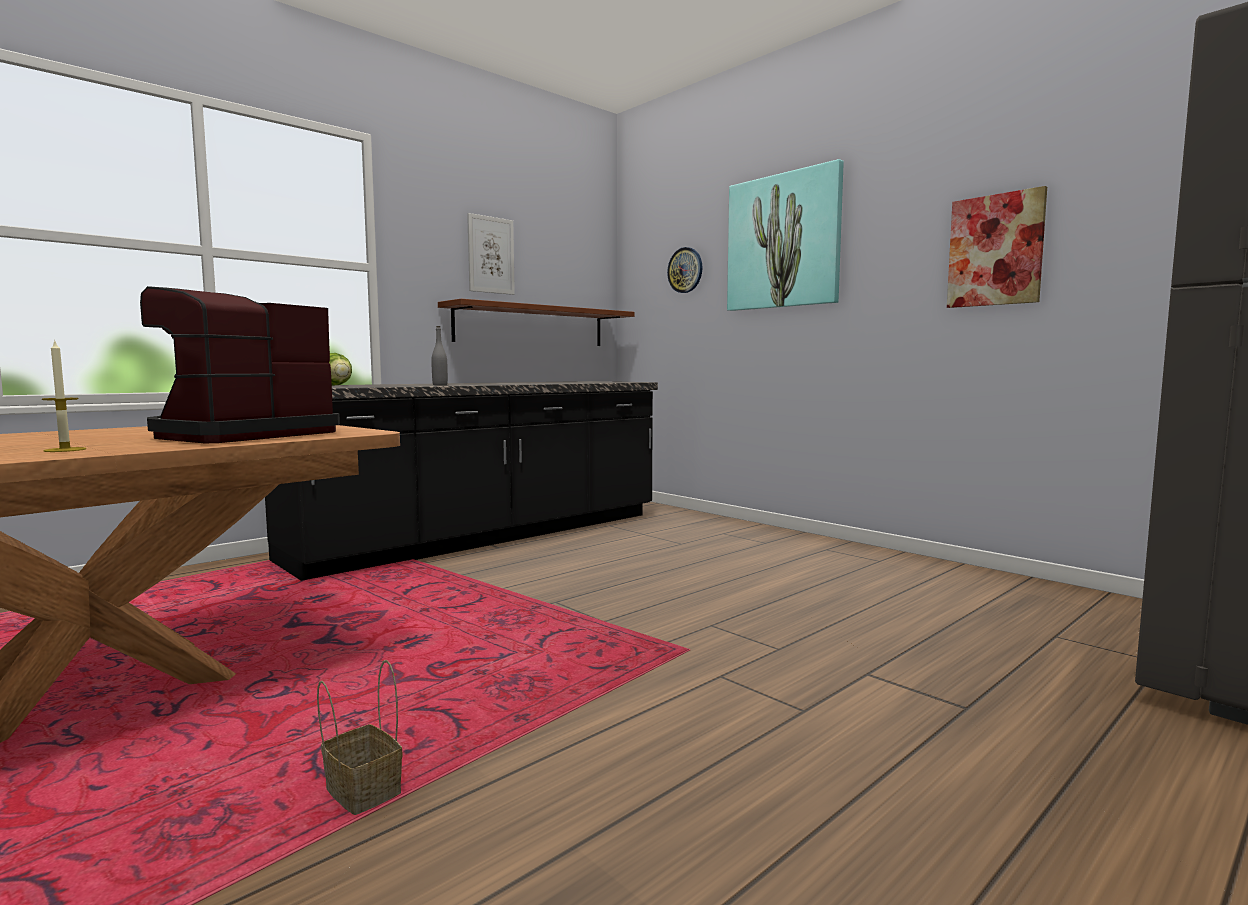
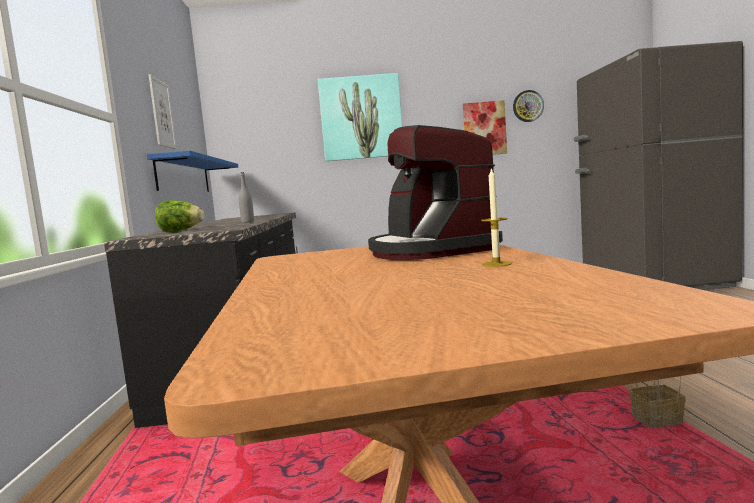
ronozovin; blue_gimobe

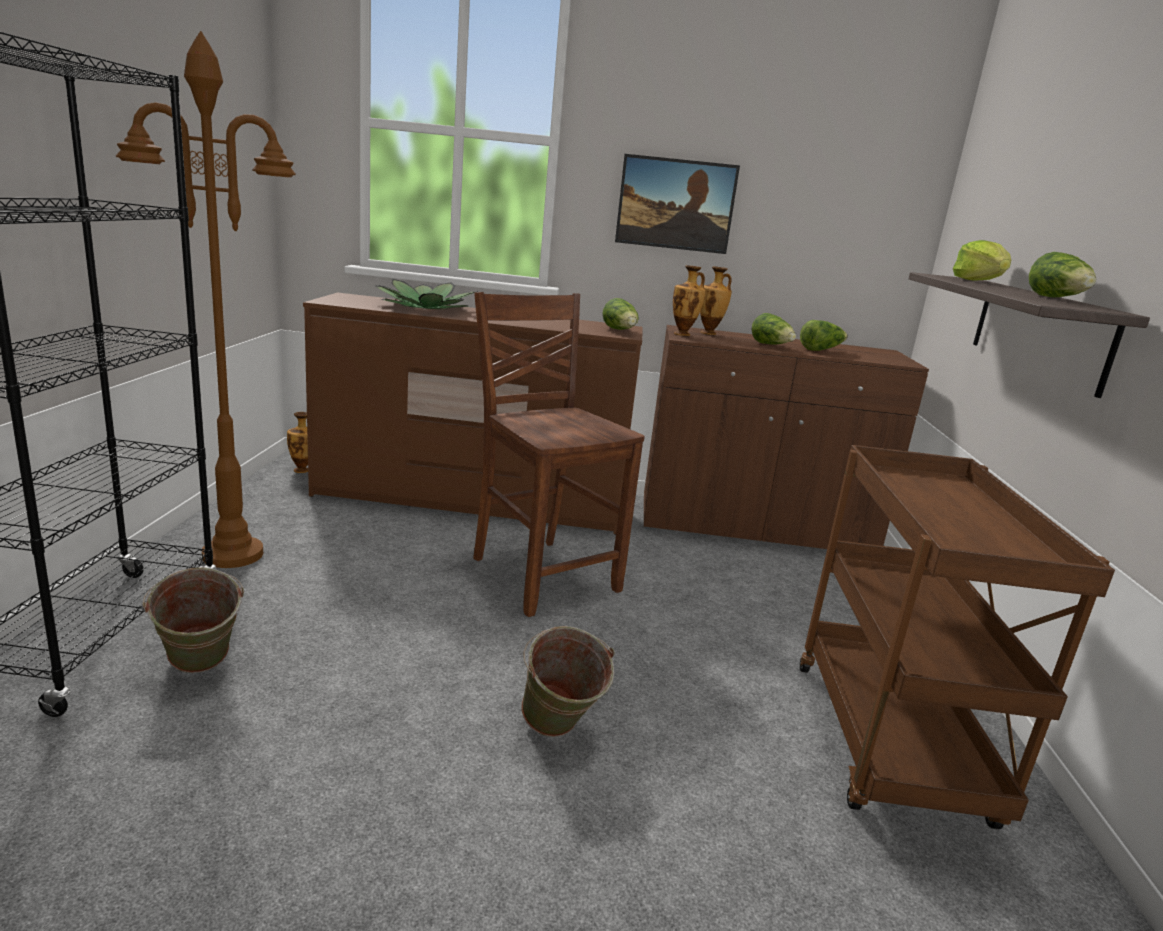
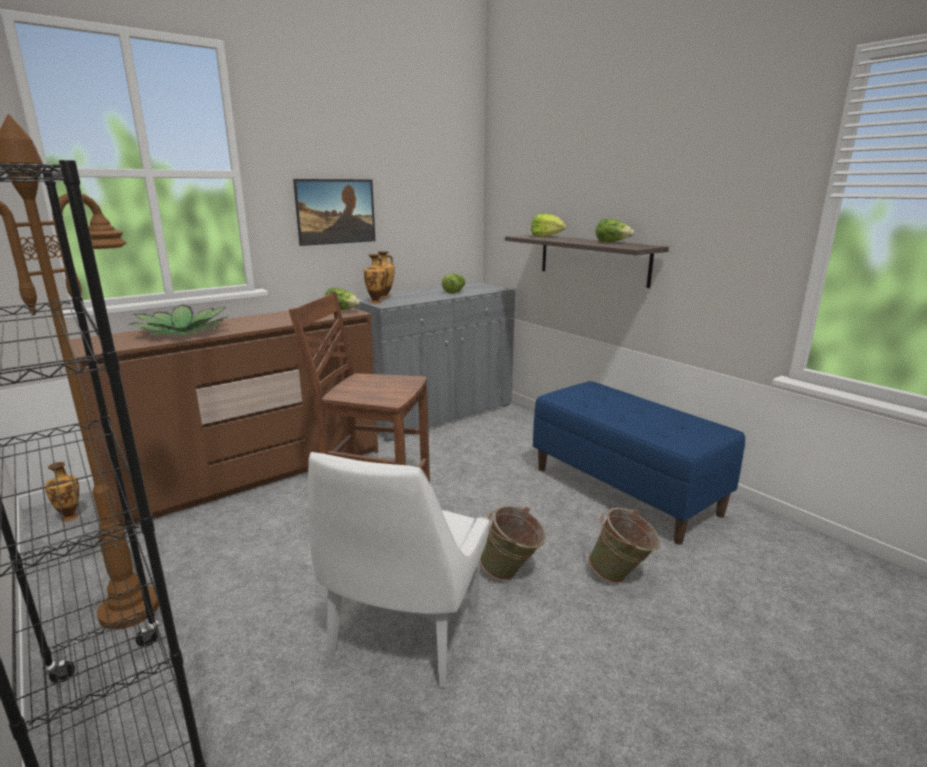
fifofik (2nd from left in the first image); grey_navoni; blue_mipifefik; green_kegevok (2nd from left); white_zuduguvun

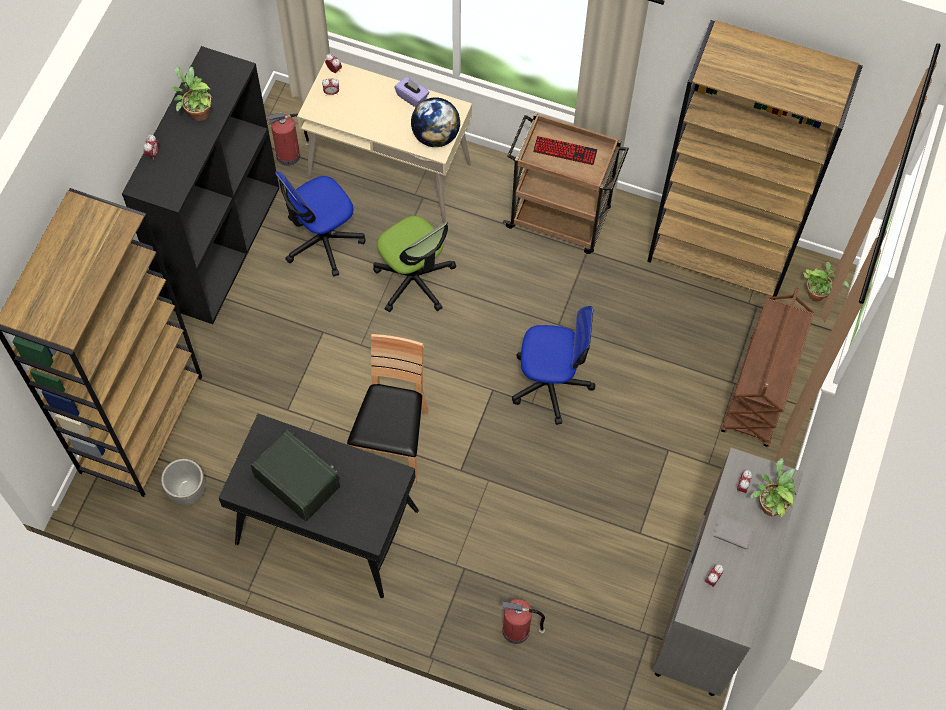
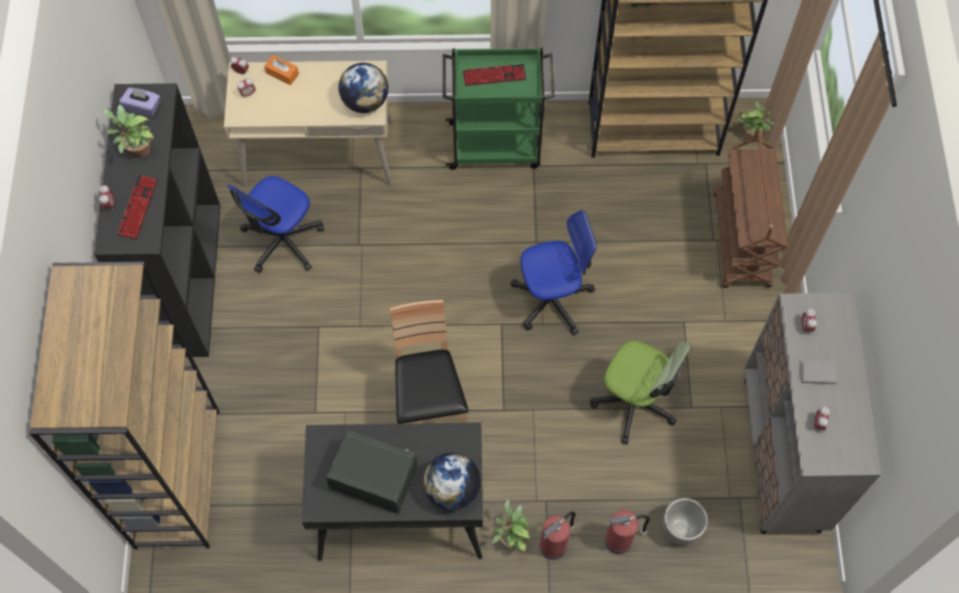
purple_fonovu; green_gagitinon; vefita (1st from left); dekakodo (3rd from left); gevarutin (2nd from left); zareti; orange_fonovu; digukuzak (1st from left); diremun (2nd from left)

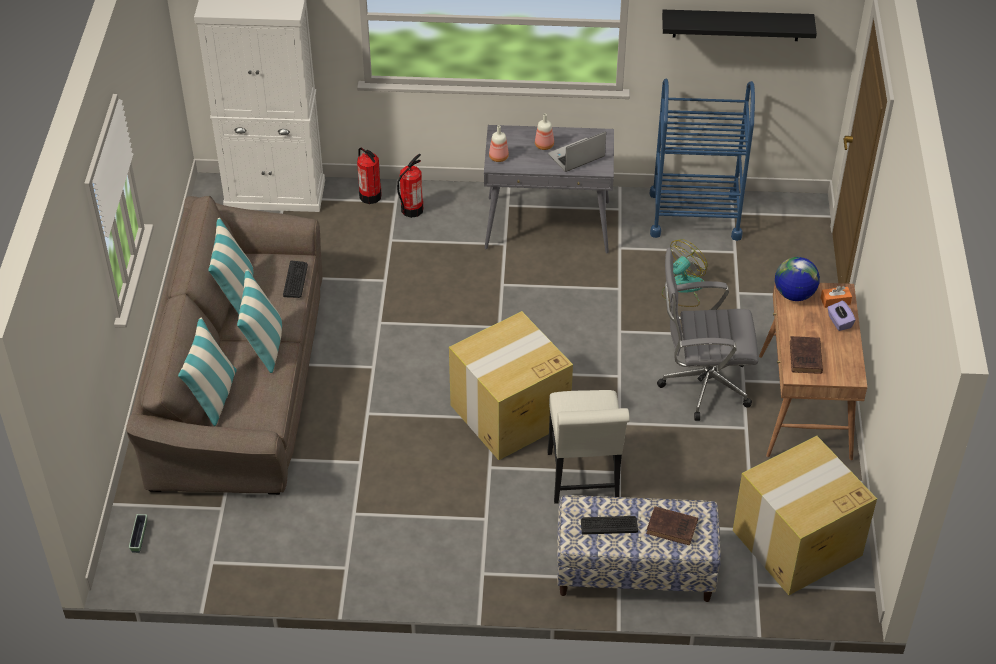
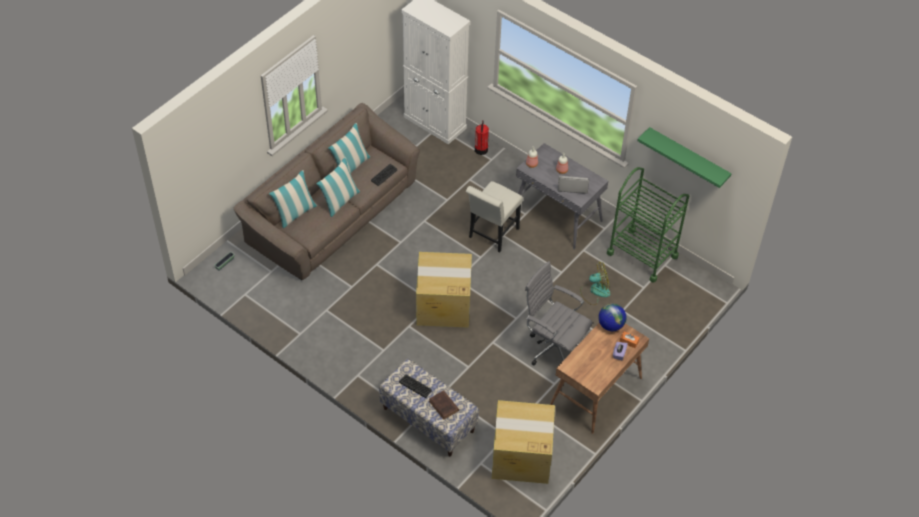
green_gimobe; green_gagitinon; vefita (2nd from left in the first image); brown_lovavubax (2nd from left in the first image); white_zuduguvun

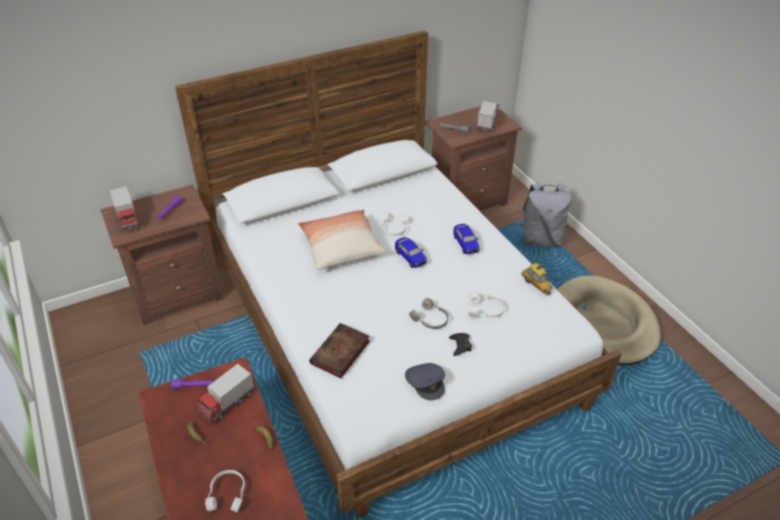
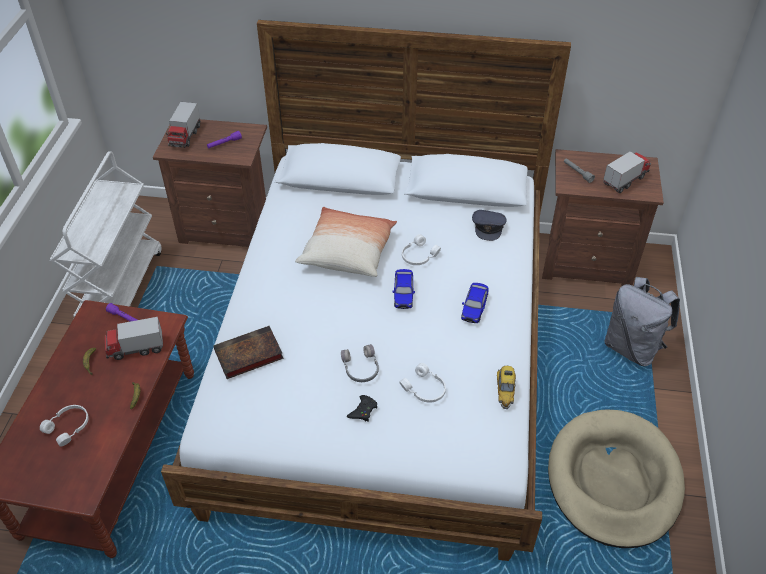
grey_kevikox; white_gagitinon

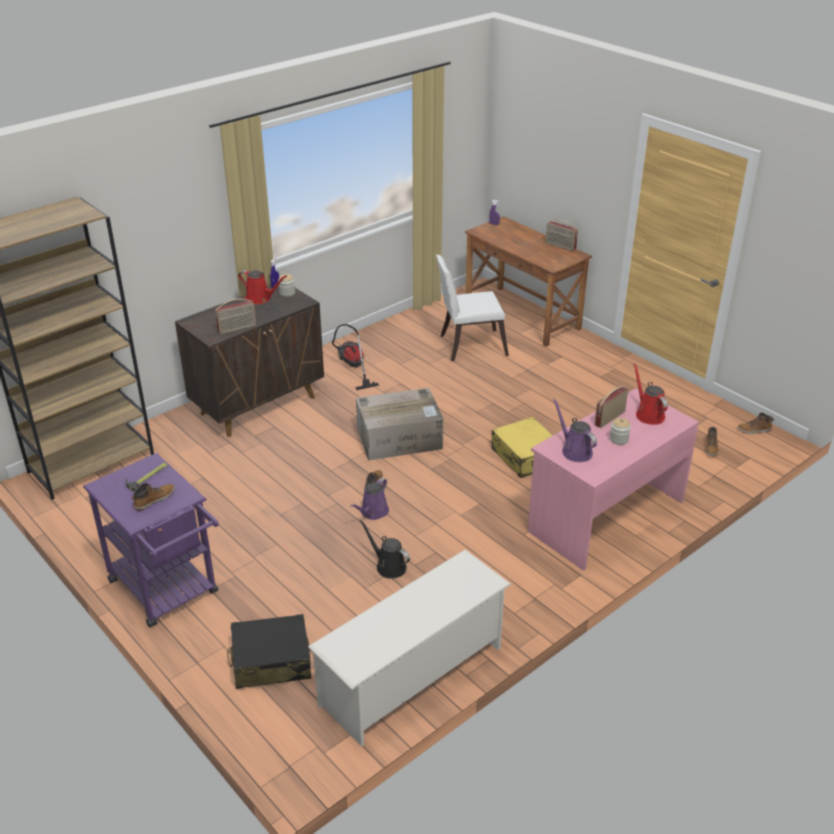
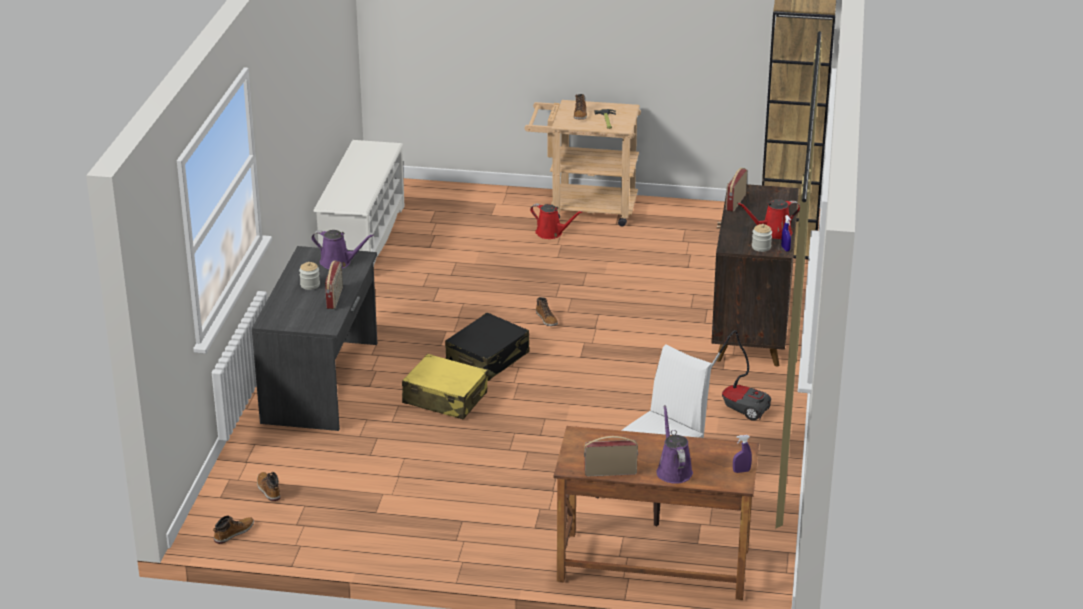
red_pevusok (1st from left); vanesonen; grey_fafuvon; beige_gagitinon; purple_pevusok (2nd from left); black_pevusok; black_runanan

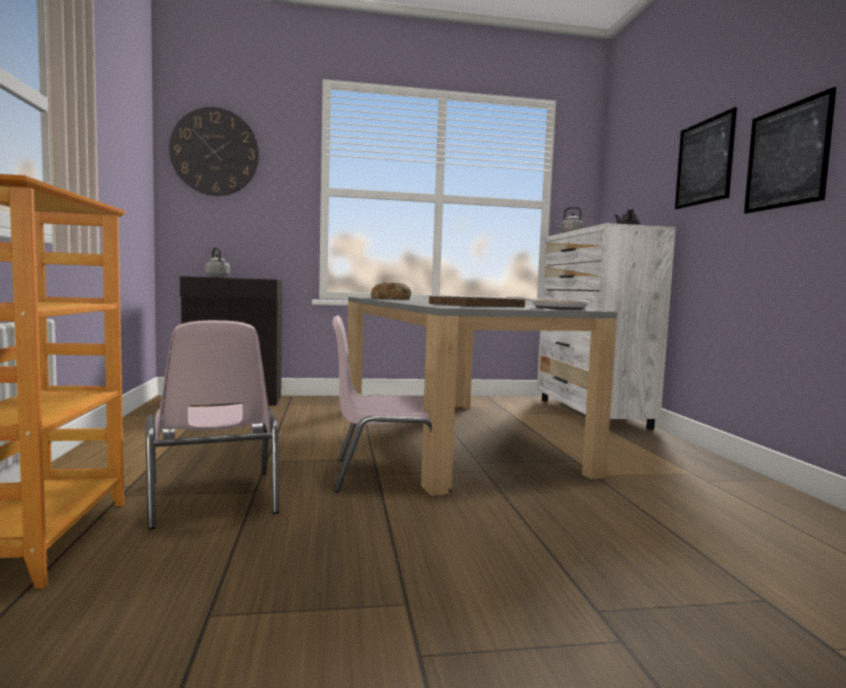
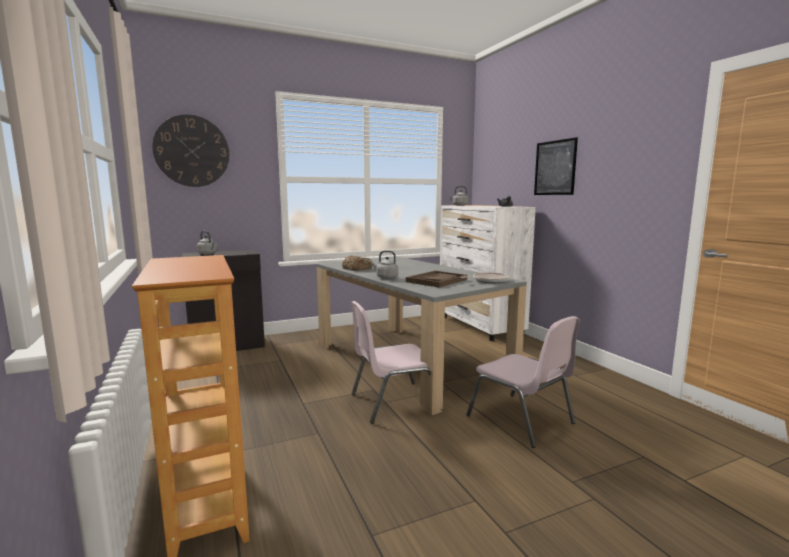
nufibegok (2nd from left in the first image); pink_zuduguvun (2nd from left); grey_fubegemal (2nd from left)

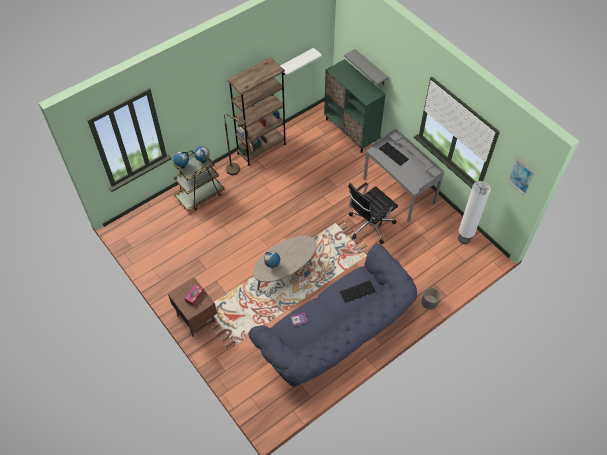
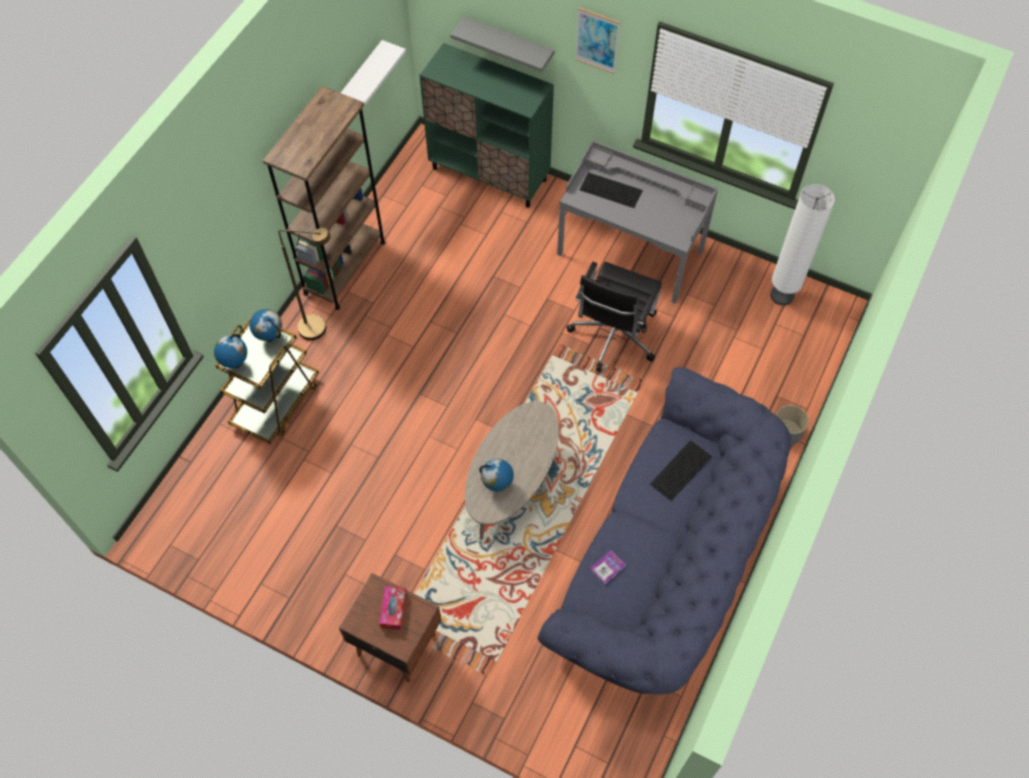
nufibegok

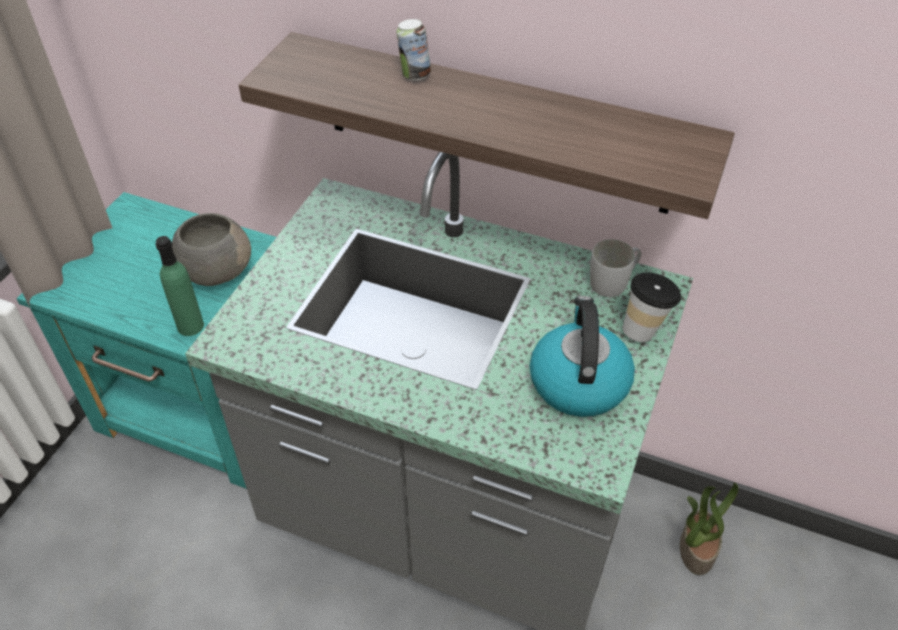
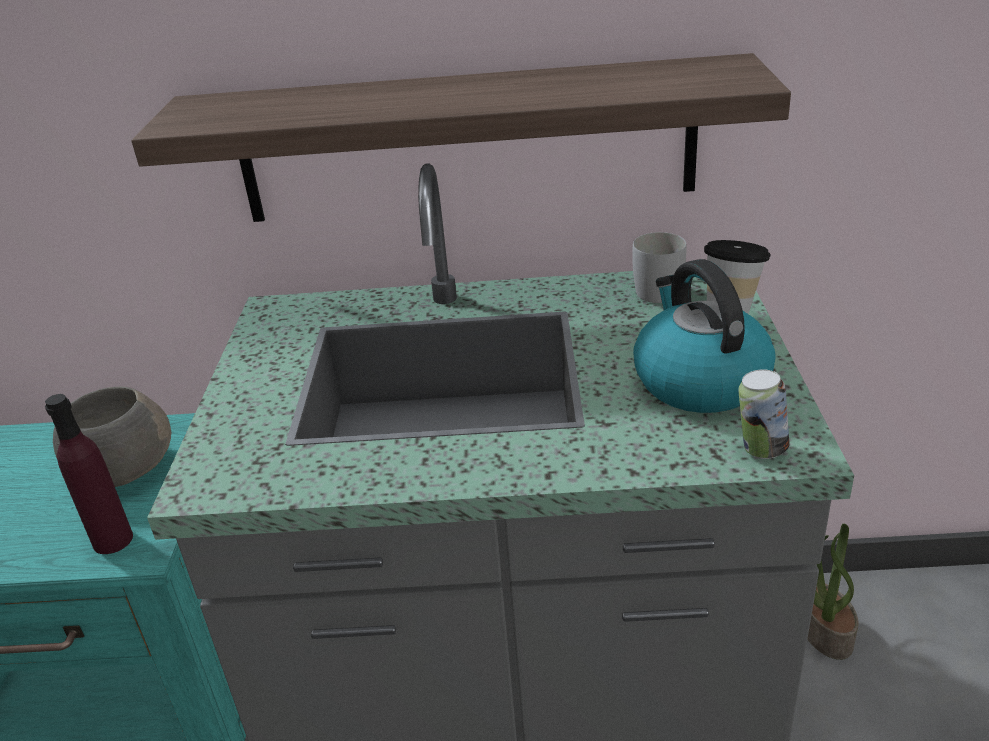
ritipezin; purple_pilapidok

